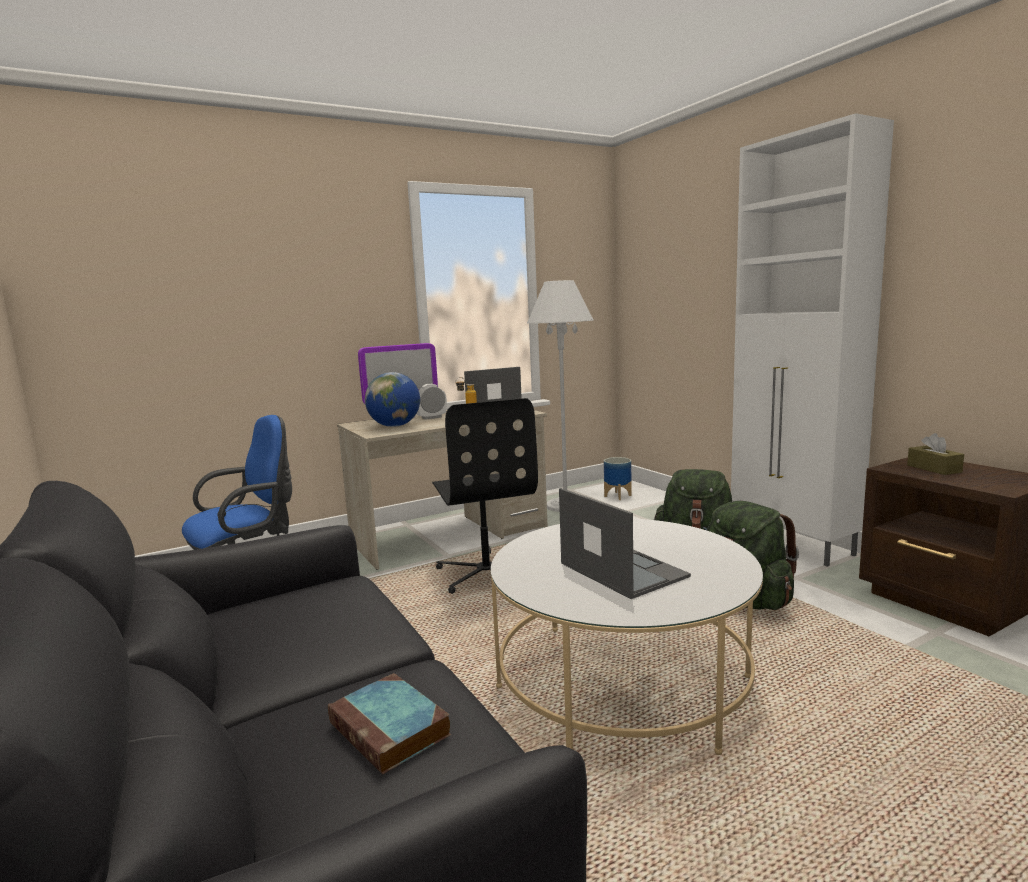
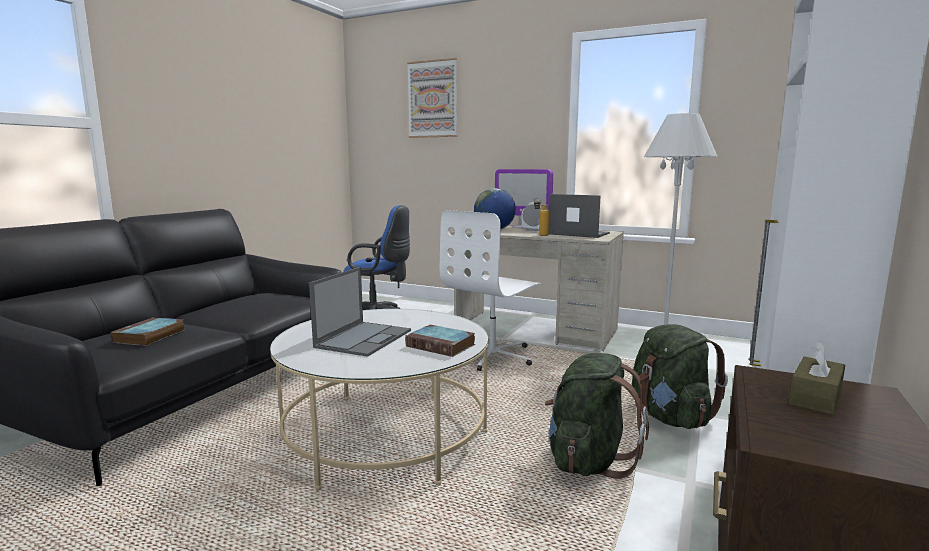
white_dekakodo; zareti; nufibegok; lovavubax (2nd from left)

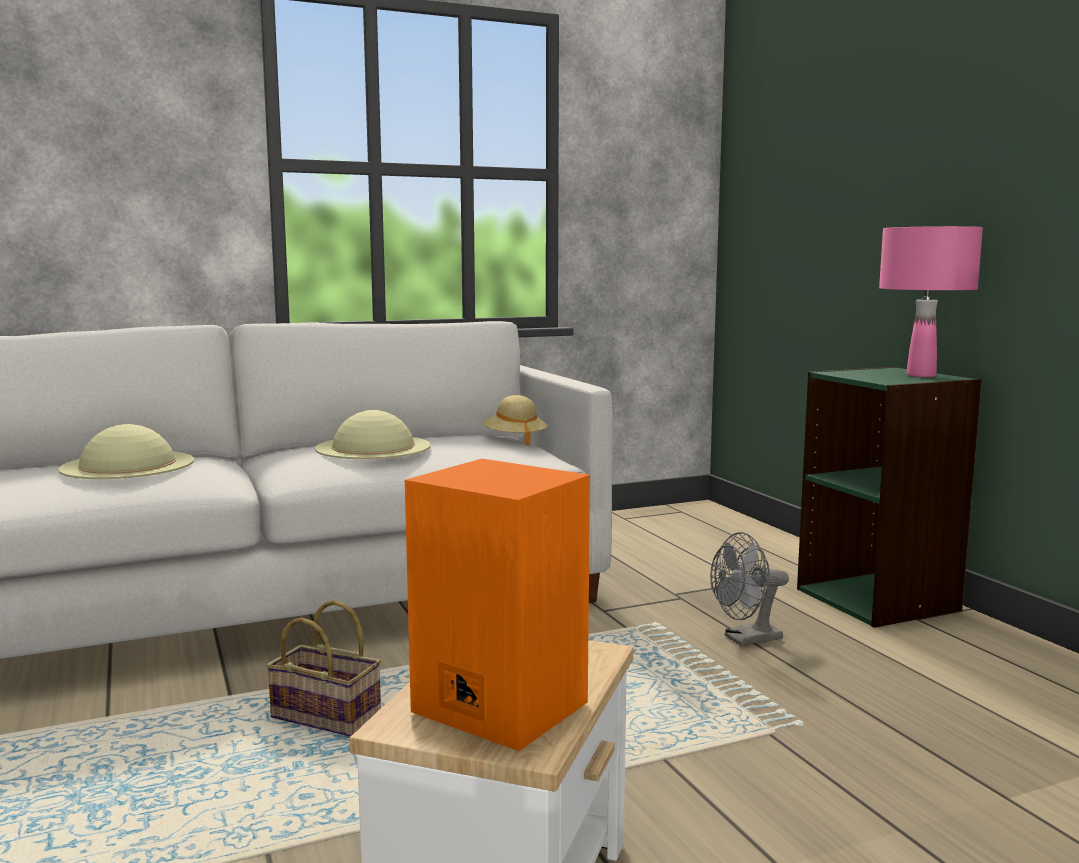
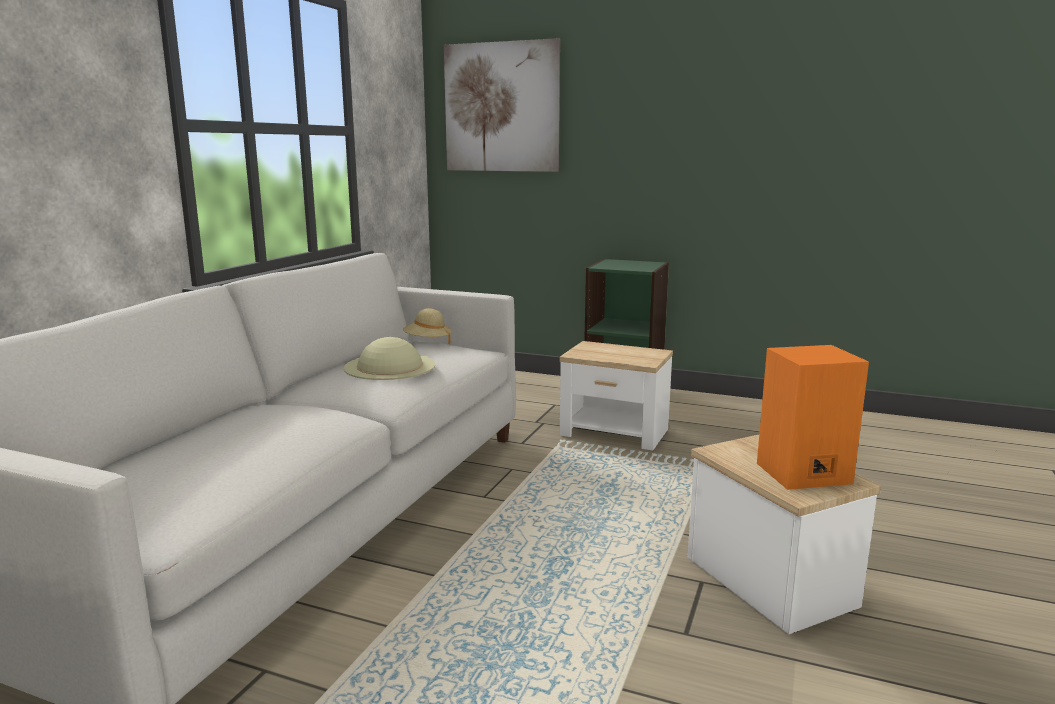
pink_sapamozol; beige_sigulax (1st from left in the first image); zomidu (1st from left); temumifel; nufibegok

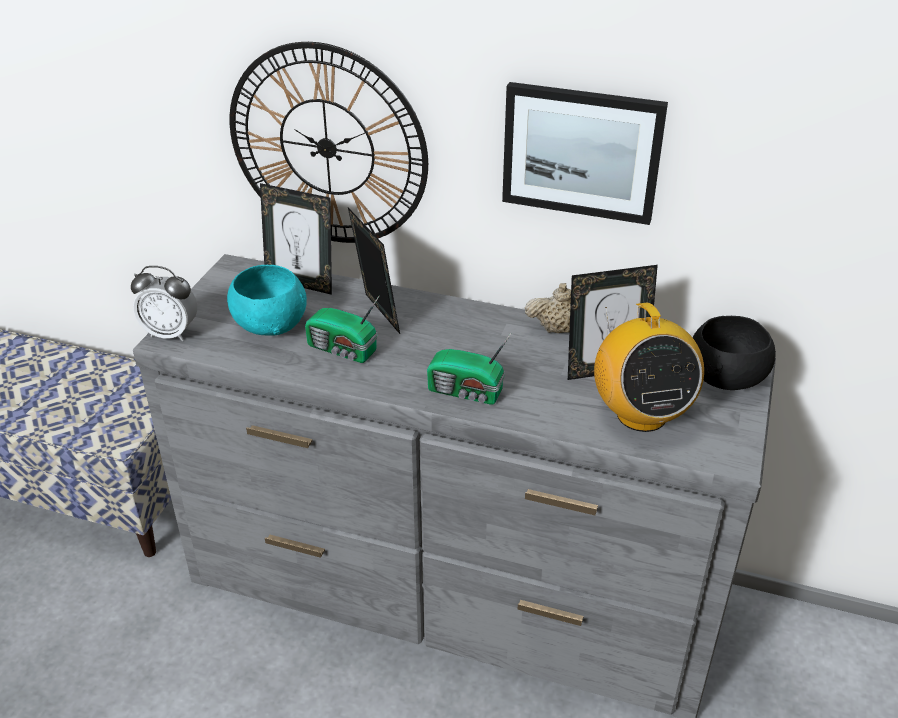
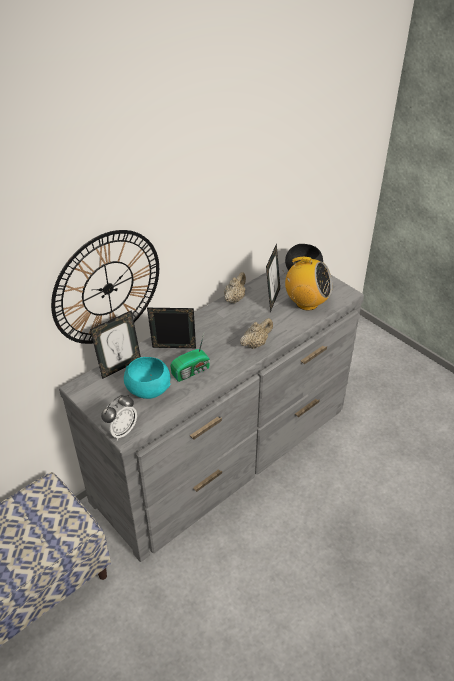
nufibegok; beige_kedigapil (2nd from left)

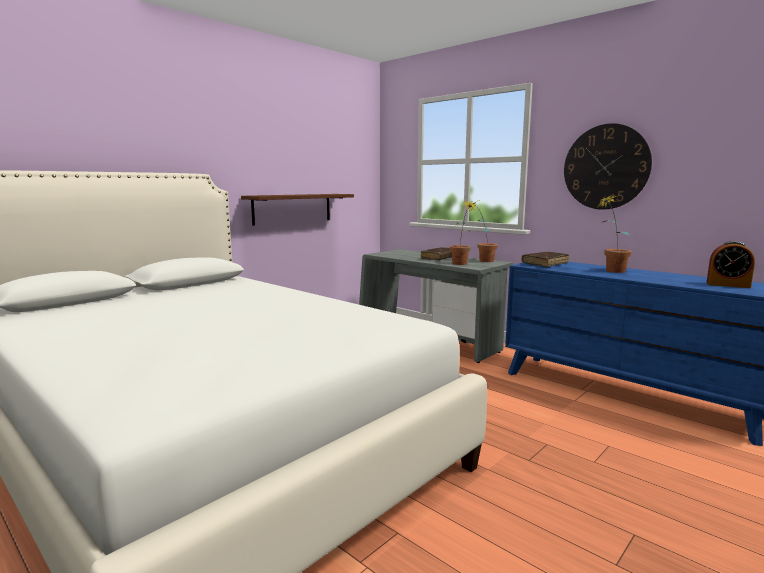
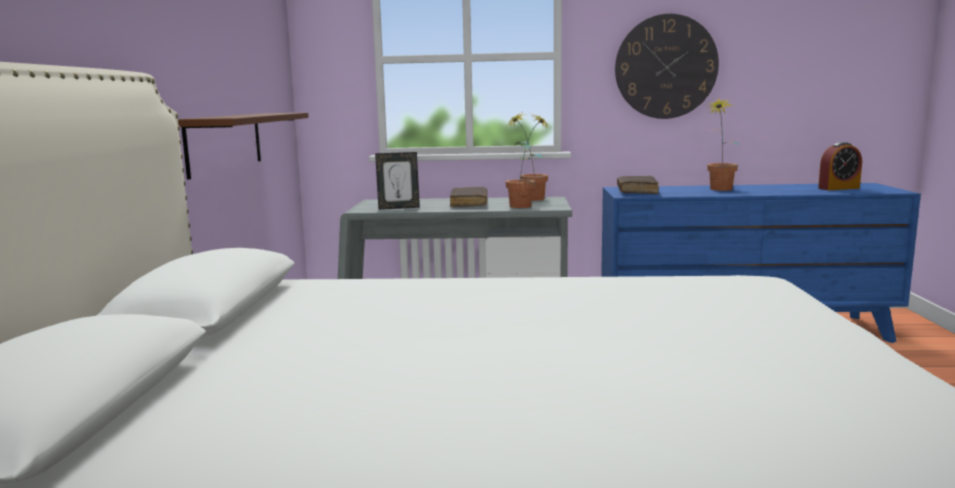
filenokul

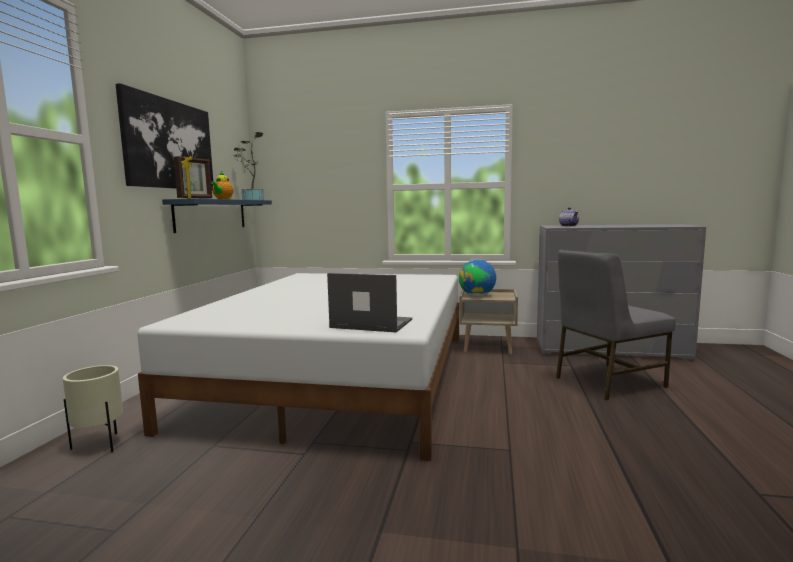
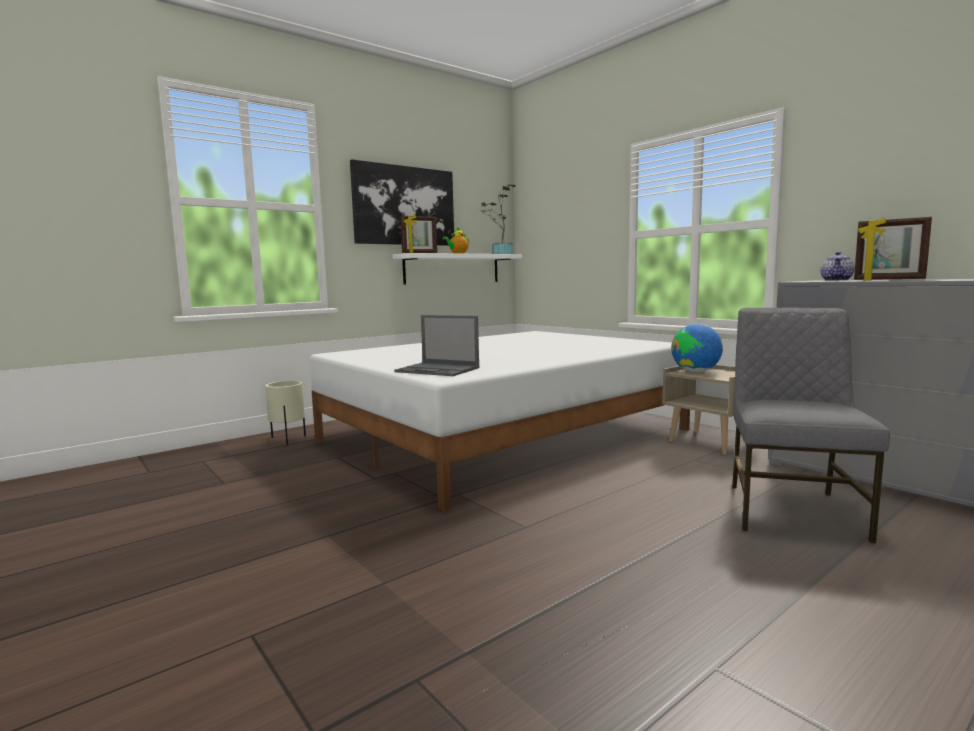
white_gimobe; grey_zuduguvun; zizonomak; filenokul (2nd from left)

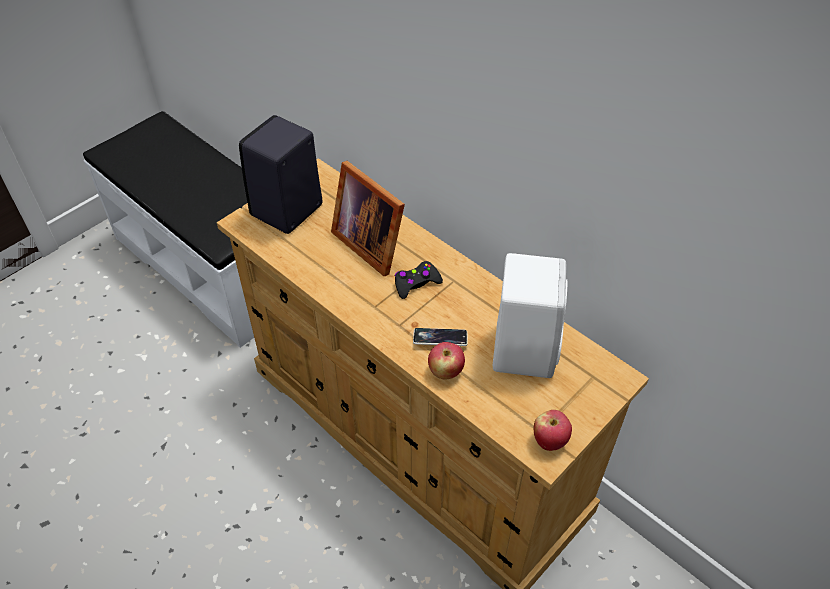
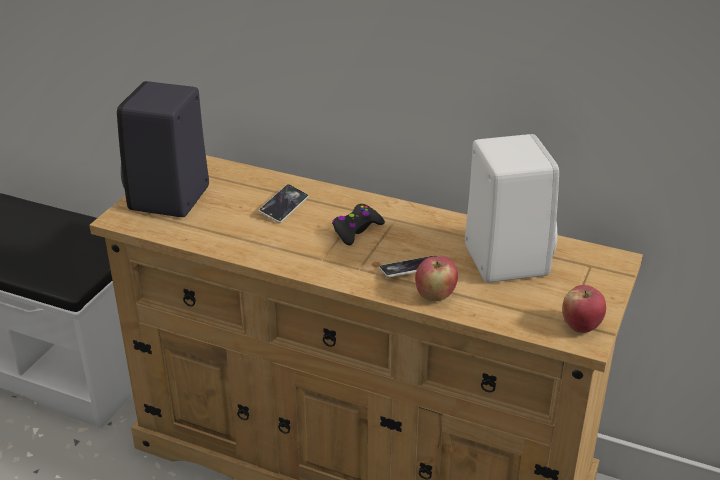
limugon (1st from left)

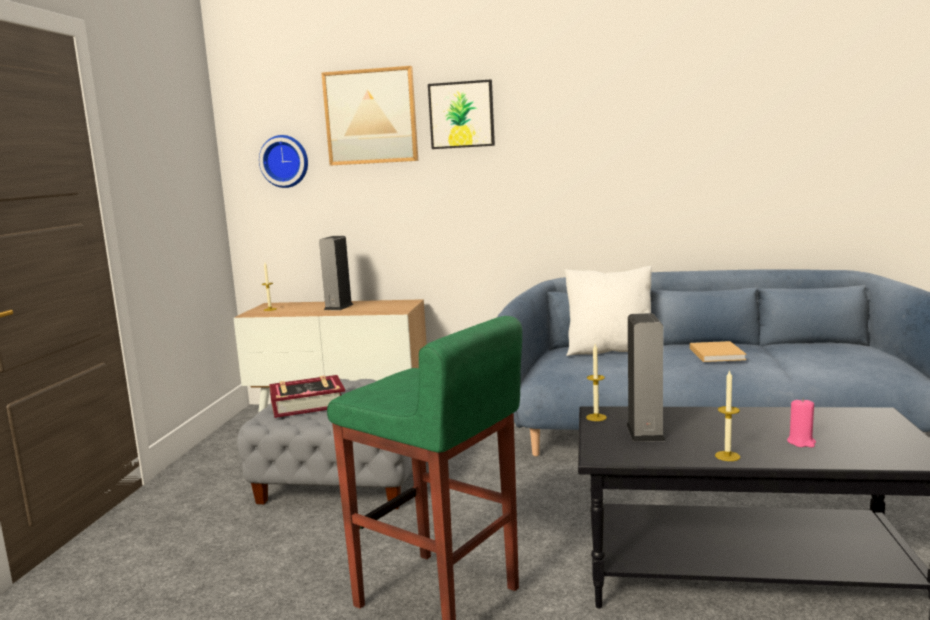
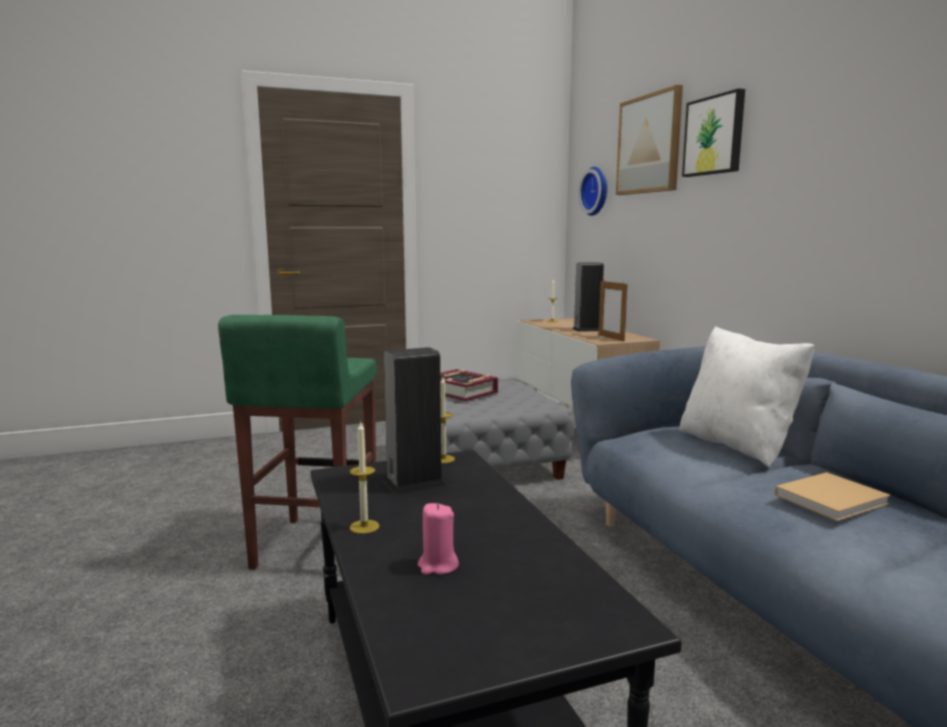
filenokul

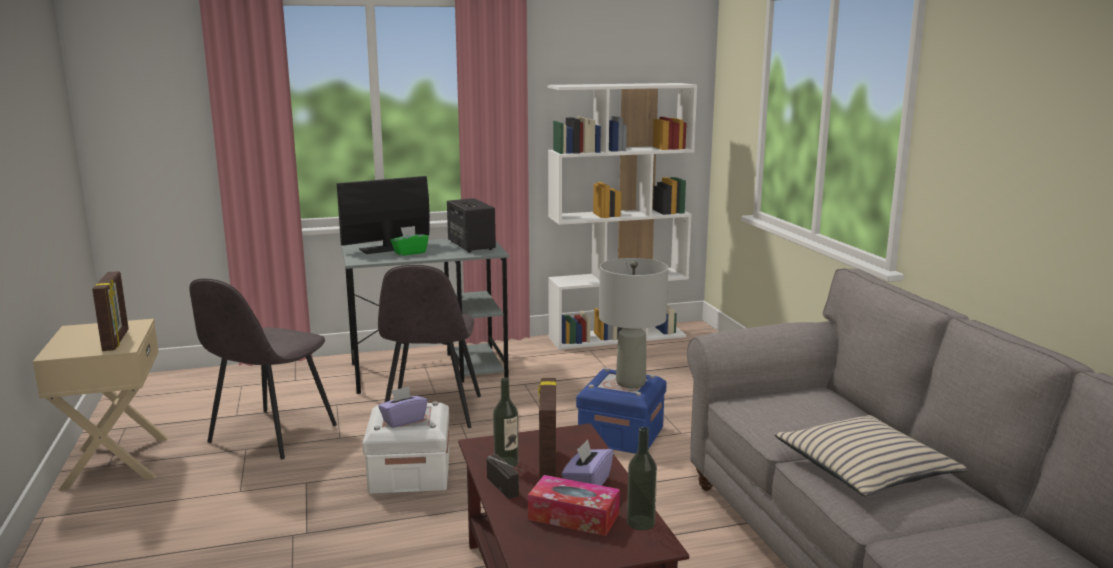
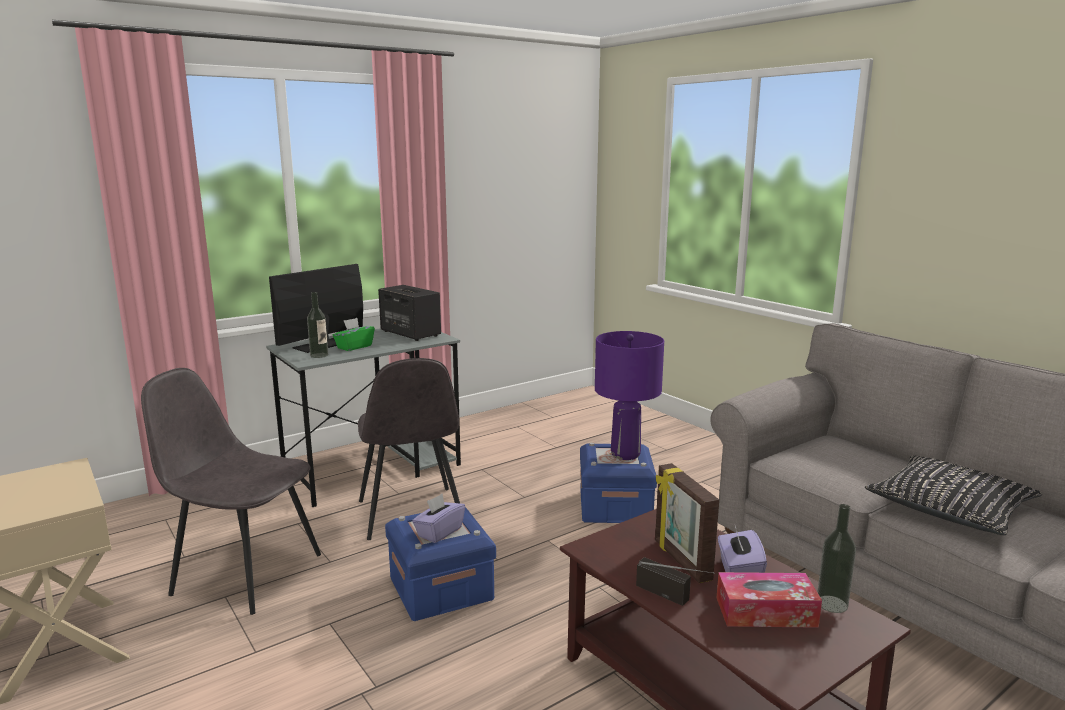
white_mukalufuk; purple_sapamozol; filenokul (1st from left in the first image); grey_zuduguvun (1st from left); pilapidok (1st from left); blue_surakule (1st from left); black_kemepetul

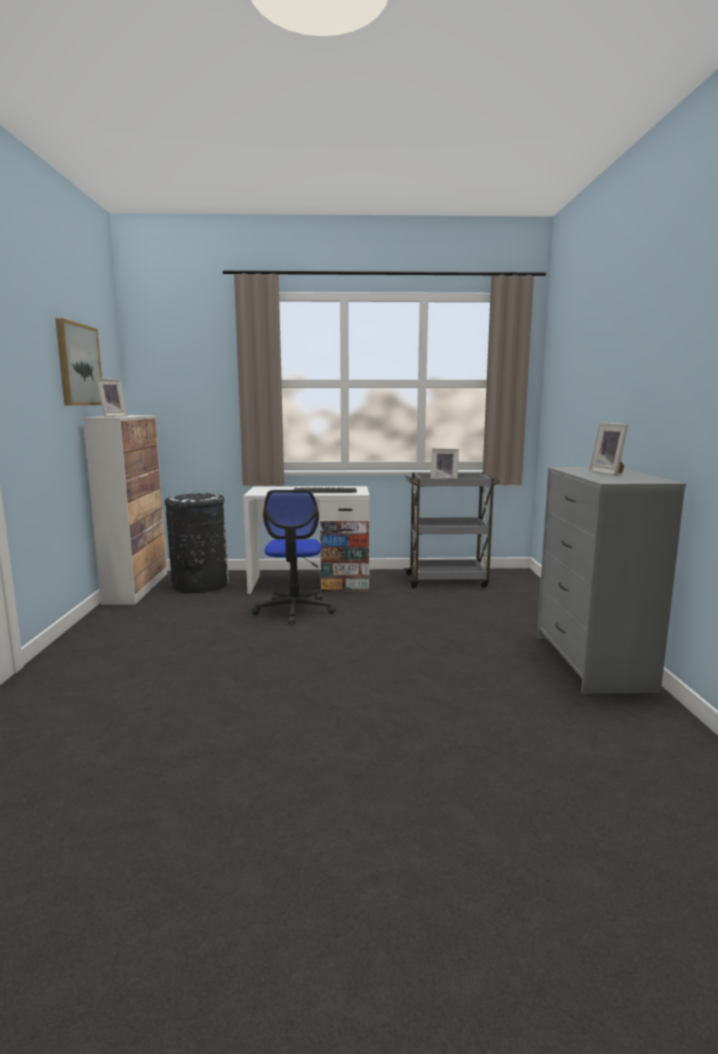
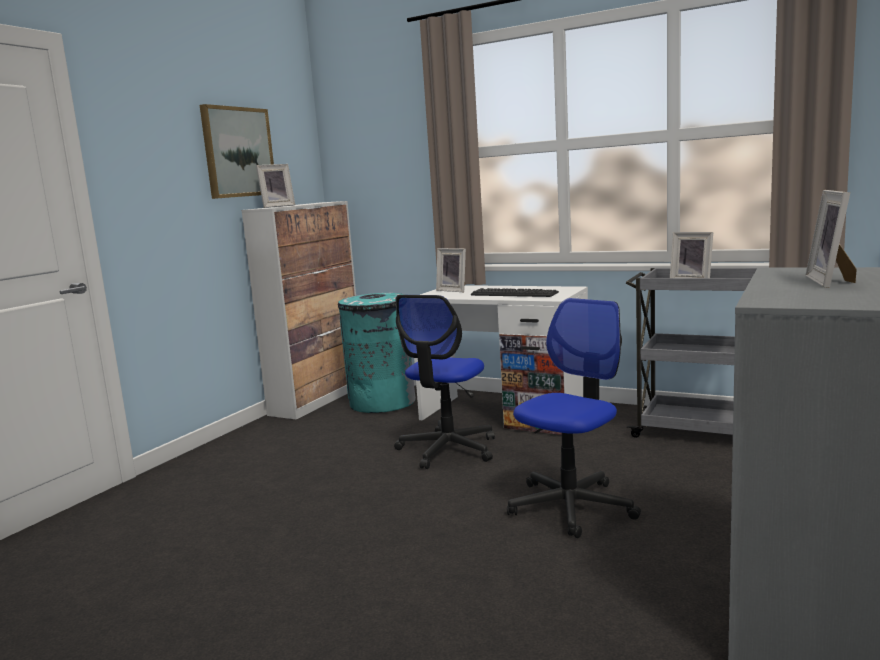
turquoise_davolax; filenokul (2nd from left); dekakodo (2nd from left)

